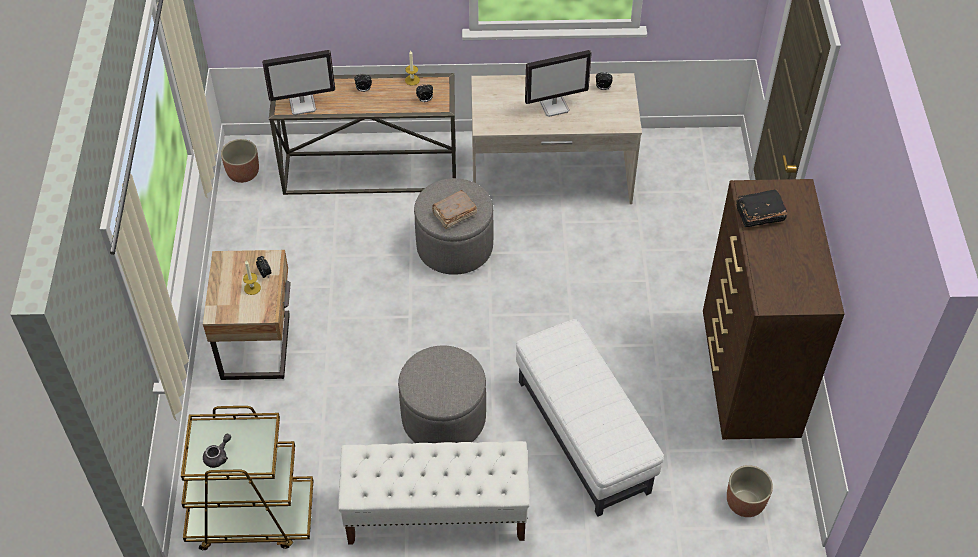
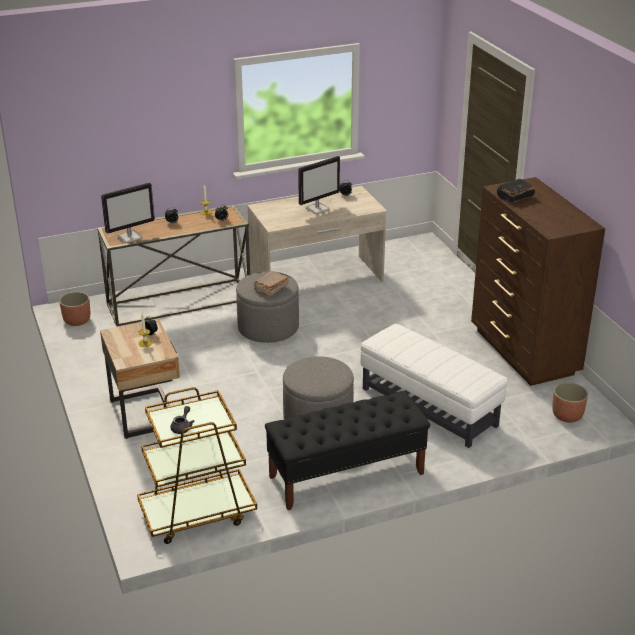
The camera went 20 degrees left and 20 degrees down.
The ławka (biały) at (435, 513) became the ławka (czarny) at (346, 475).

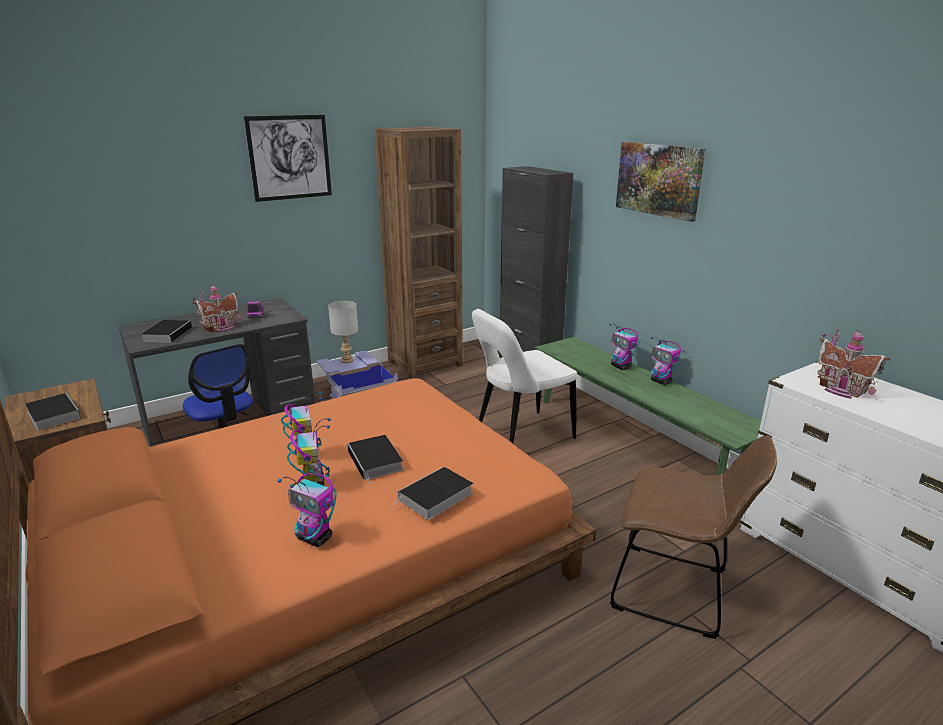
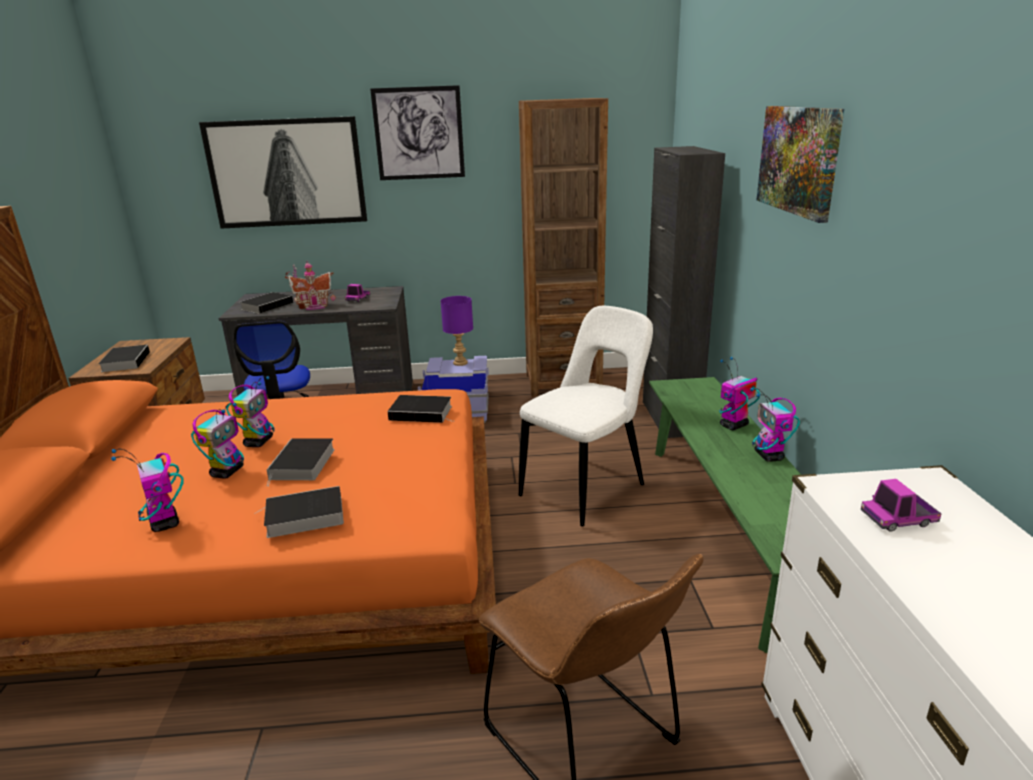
The camera went 30 degrees right and 0 degrees up.
The obraz at (287, 173) appeared.
The książka at (423, 413) appeared.
The domek at (841, 390) was replaced by the ciężarówka zabawkowa at (898, 519).
The lampa stołowa (szary) at (347, 360) became the lampa stołowa (fioletowy) at (461, 363).
The krzesło (biały) at (520, 436) turned 135 degrees clockwise.
The robot zabawkowy at (621, 367) turned 60 degrees clockwise.

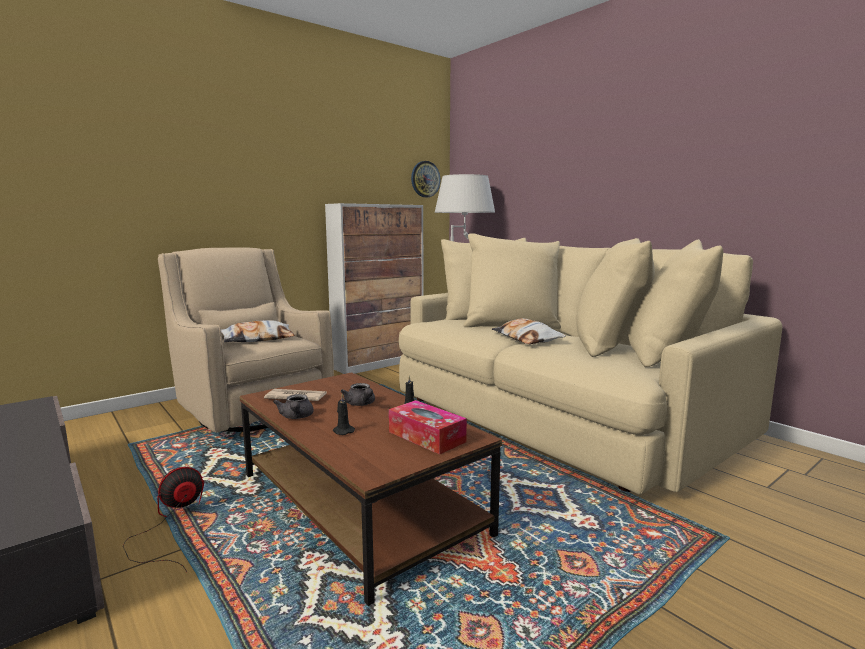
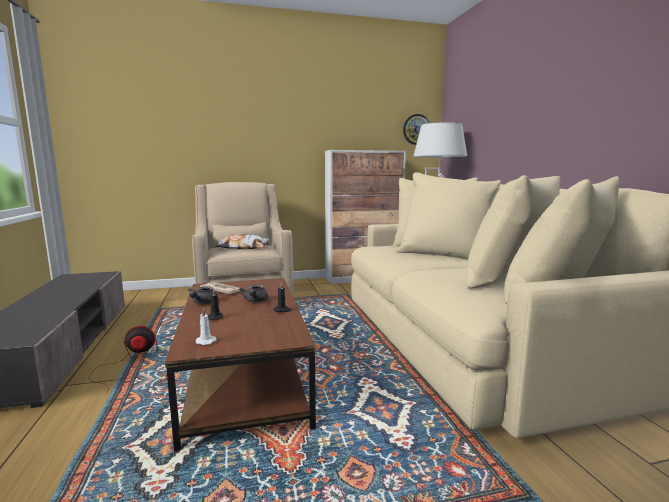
The camera went 25 degrees right and 0 degrees up.
The pudełko chusteczek at (426, 437) disappeared.
The poduszka at (527, 338) disappeared.
The świeca (biały) at (205, 341) appeared.

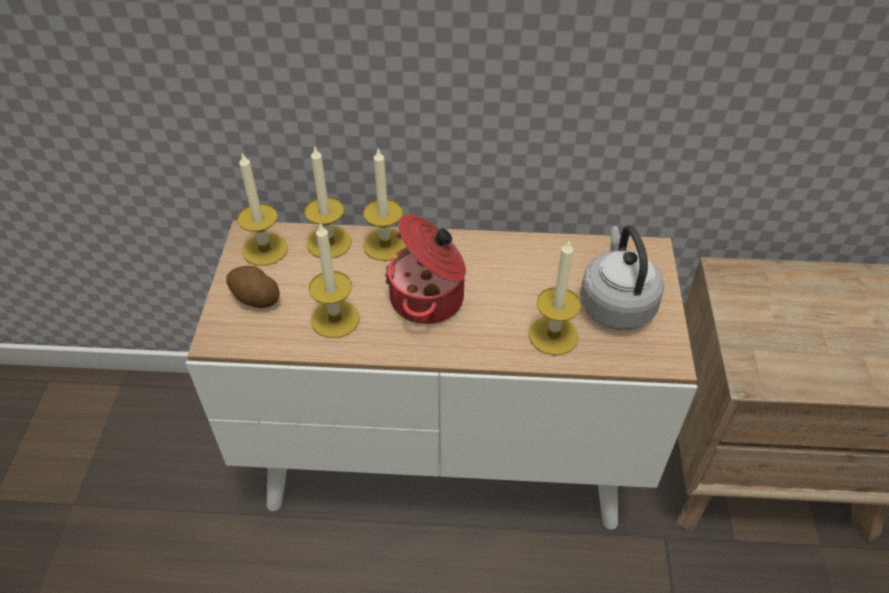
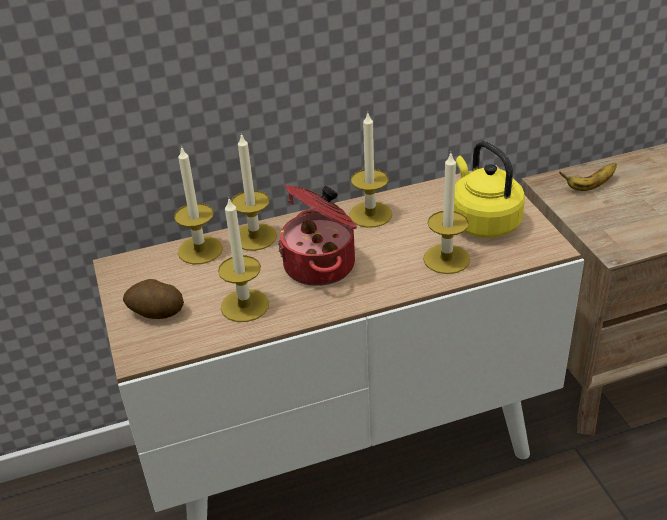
The camera went 20 degrees left and 10 degrees down.
The banan at (590, 186) appeared.
The świeca moved from (265, 249) to (370, 214).
The czajnik (szary) at (615, 303) became the czajnik (żółty) at (482, 221).

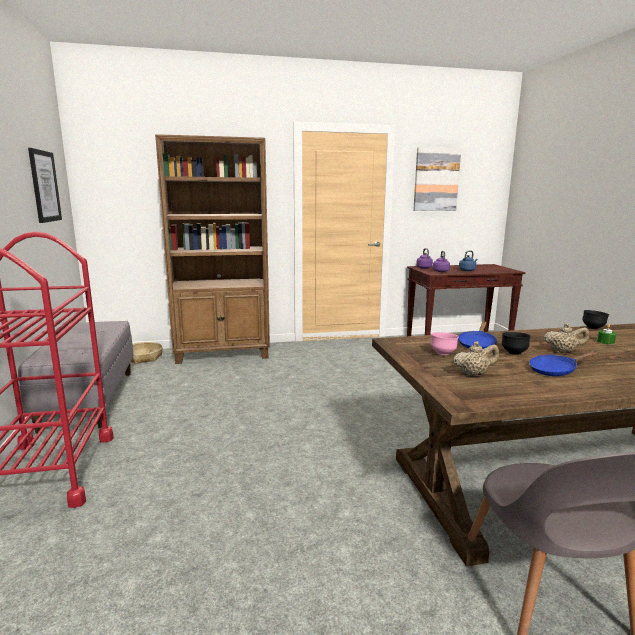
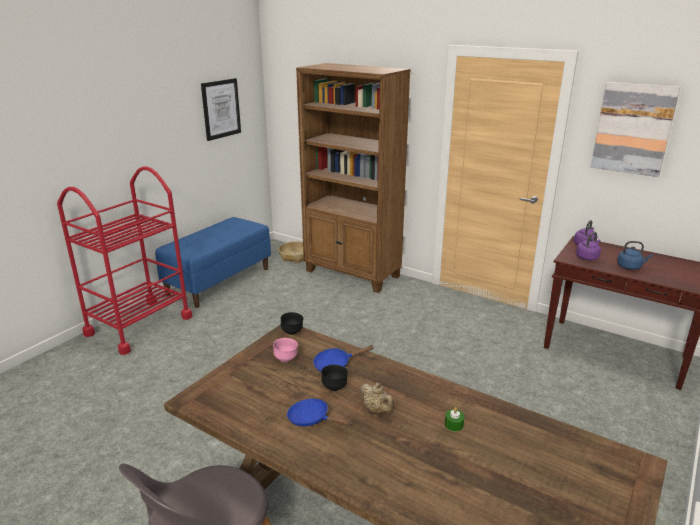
The camera went 45 degrees right and 10 degrees up.
The imbryk (beżowy) at (474, 374) disappeared.
The miska (czarny) moved from (593, 328) to (292, 332).
The ławka (szary) at (89, 399) became the ławka (niebieski) at (219, 281).

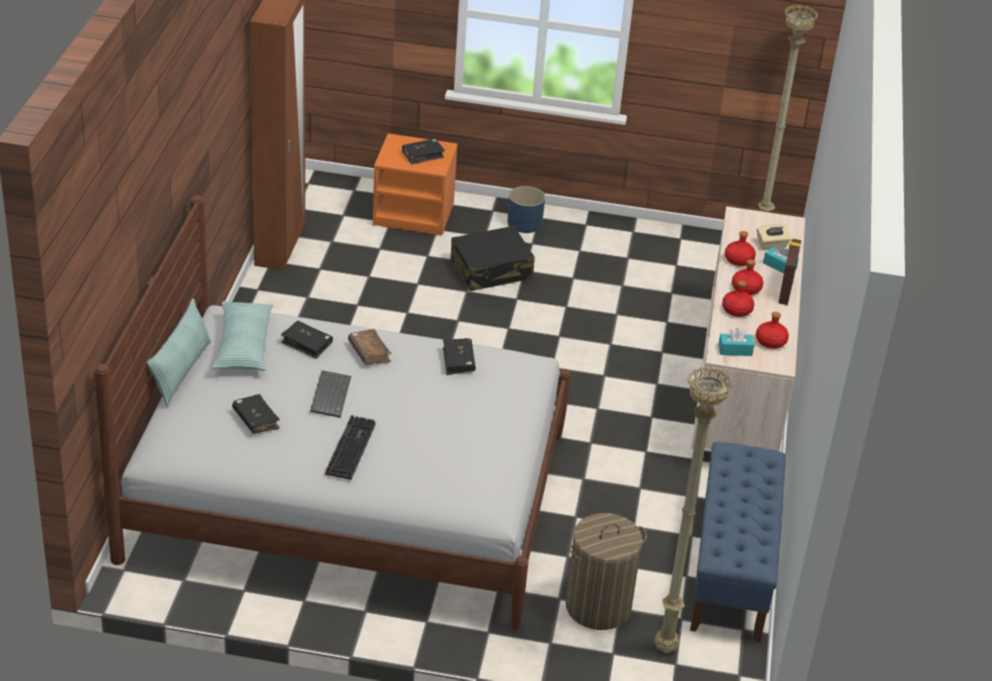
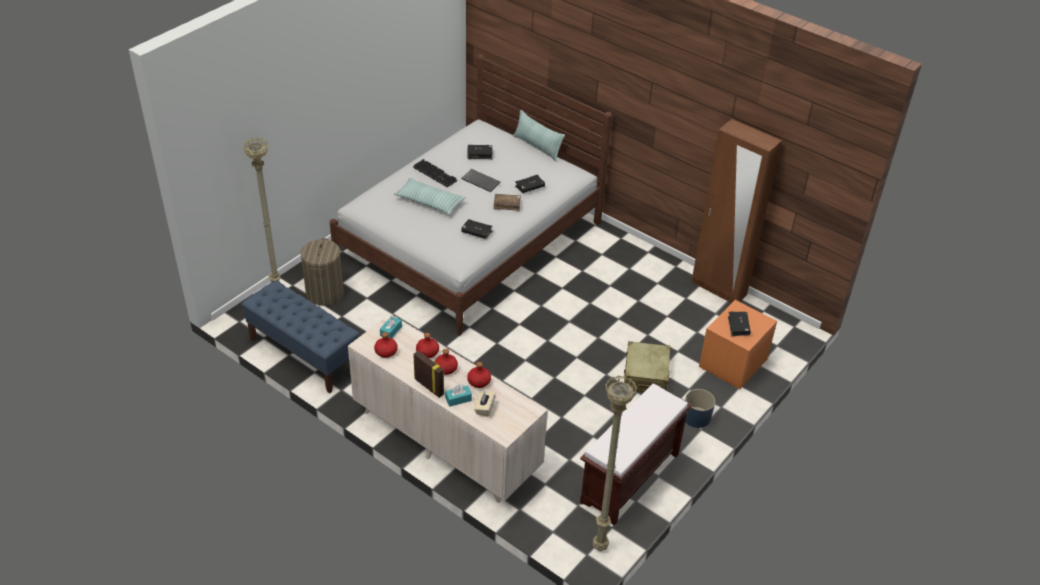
The camera went 120 degrees right and 5 degrees up.
The ławka (brązowy) at (630, 479) appeared.
The poduszka moved from (243, 345) to (429, 202).
The walizka (czarny) at (491, 270) became the walizka (beżowy) at (645, 375).

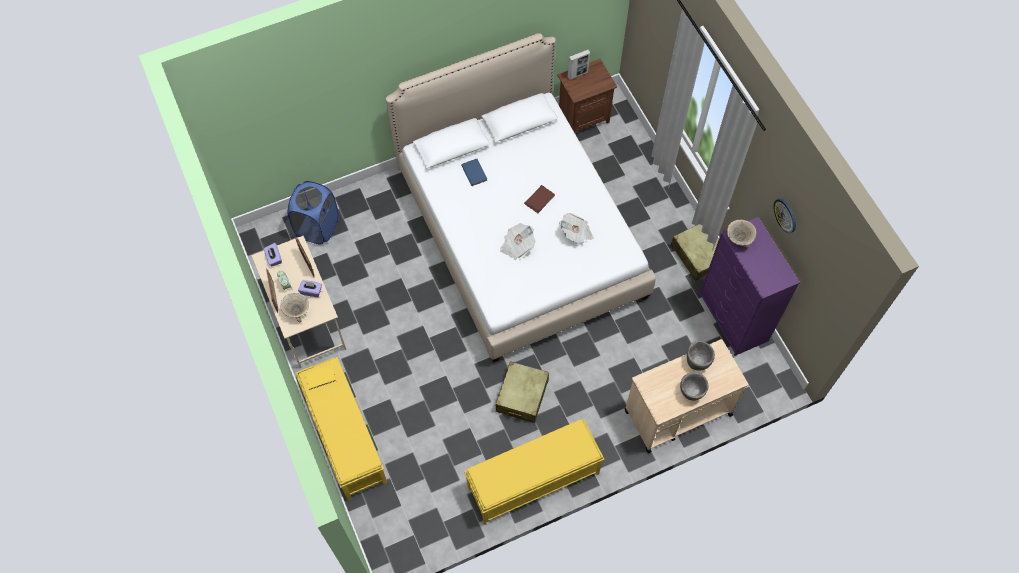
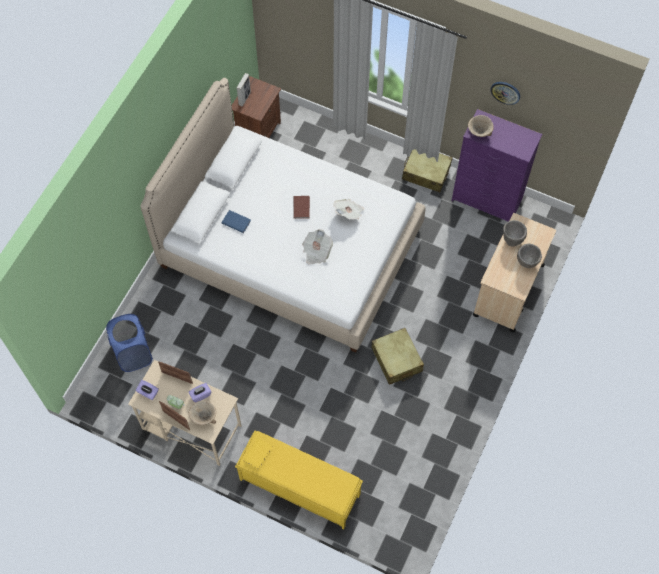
The camera went 40 degrees left and 0 degrees up.
The ławka (żółty) at (532, 480) disappeared.

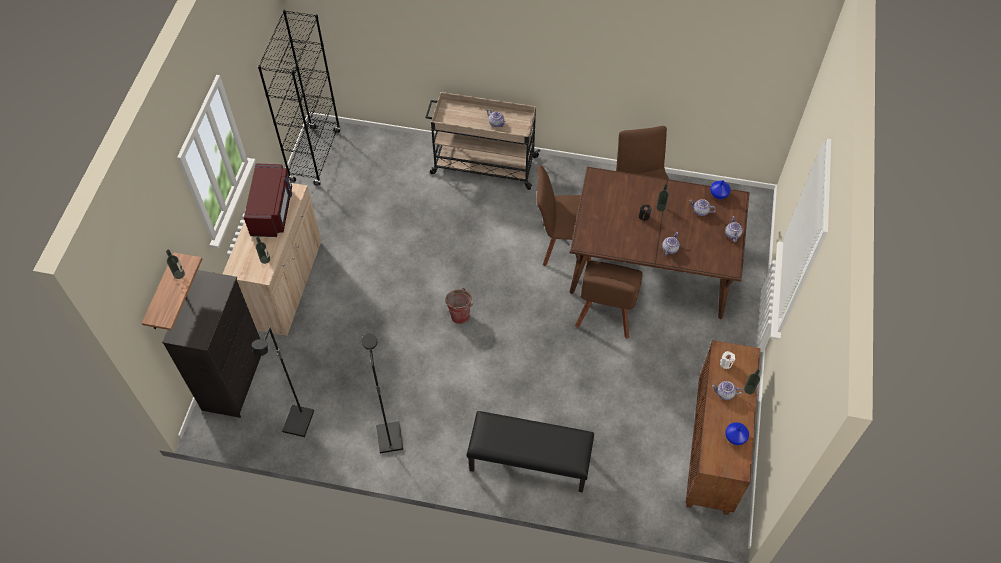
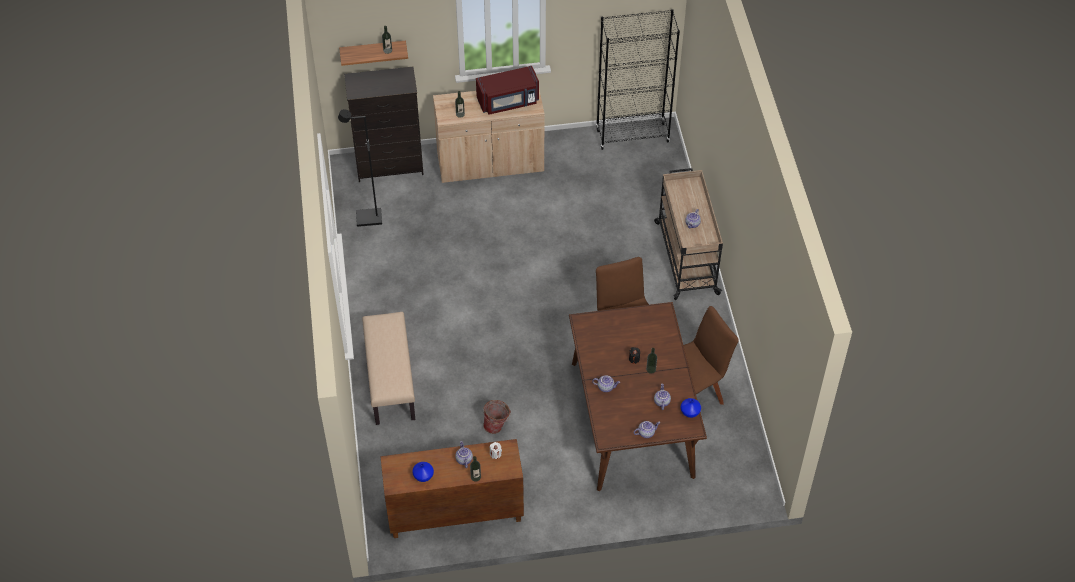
The camera went 70 degrees right and 5 degrees down.
The lampa stojąca (czarny) at (389, 438) disappeared.
The krzesło (brązowy) at (605, 315) disappeared.
The wiadro moved from (460, 313) to (497, 426).
The ławka (czarny) at (529, 462) became the ławka (beżowy) at (390, 380).

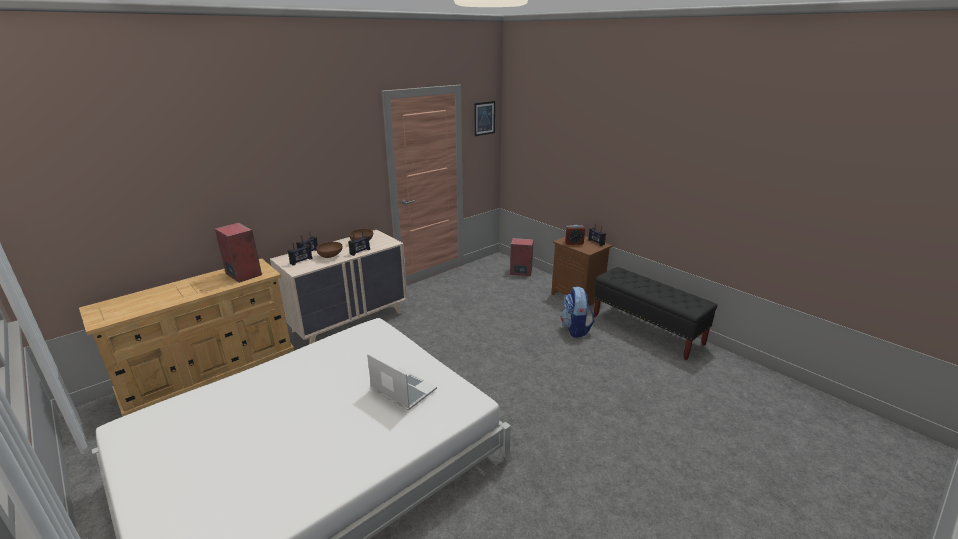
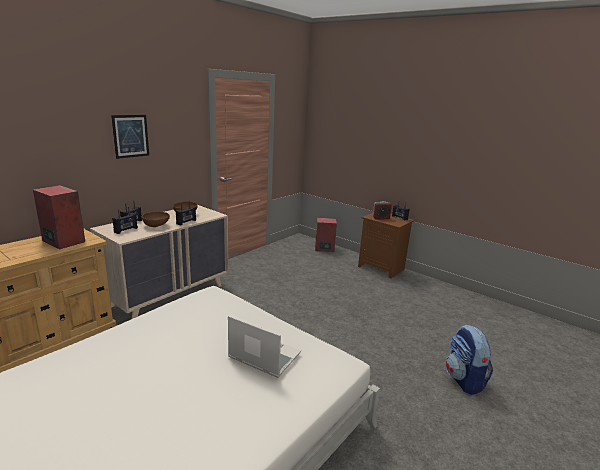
The camera went 10 degrees left and 5 degrees down.
The ławka (czarny) at (647, 330) disappeared.
The obraz moved from (484, 118) to (130, 136).
The plecak moved from (576, 329) to (464, 380).

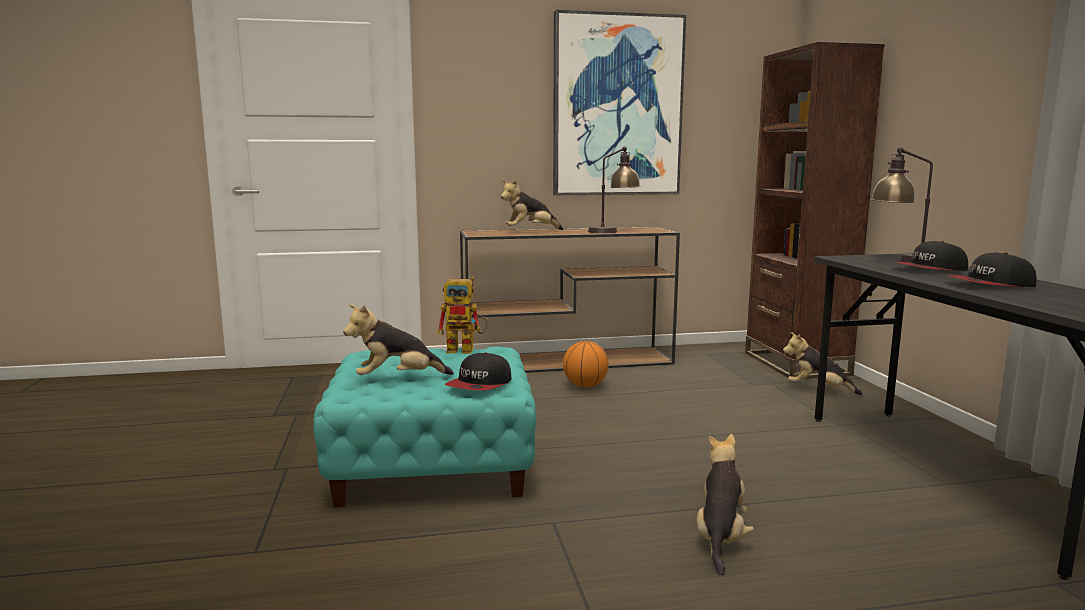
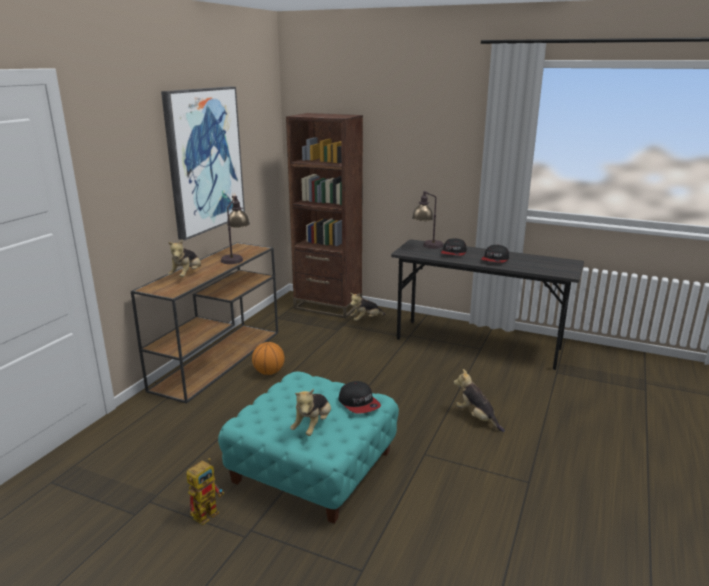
The camera went 55 degrees left and 10 degrees up.
The robot zabawkowy moved from (466, 350) to (208, 511).

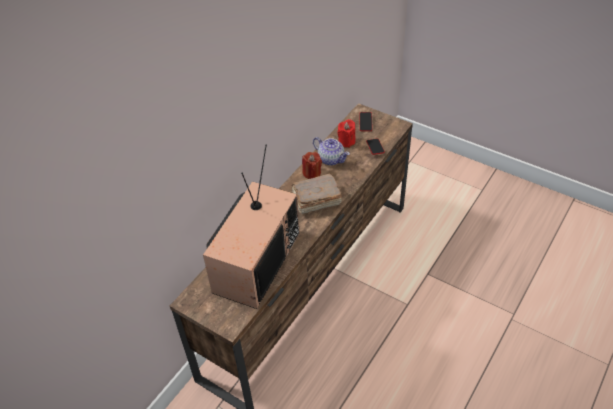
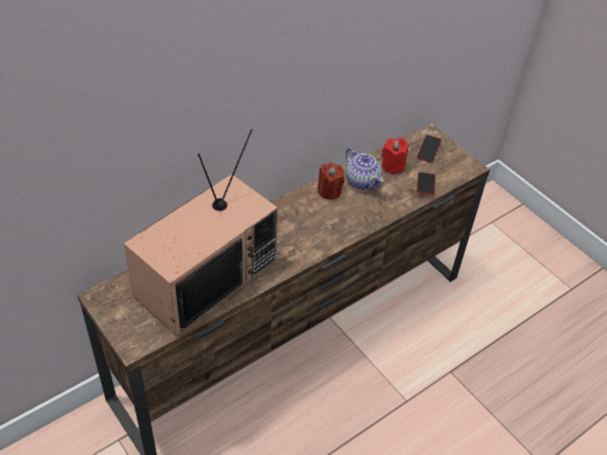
The camera went 15 degrees right and 0 degrees up.
The książka (brązowy) at (315, 200) disappeared.

